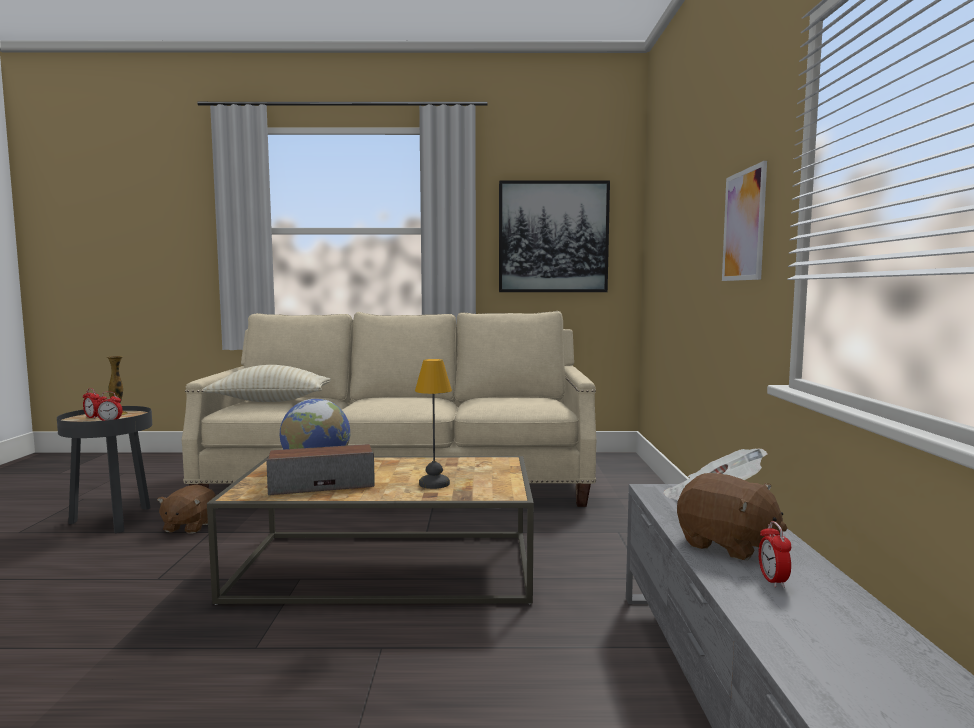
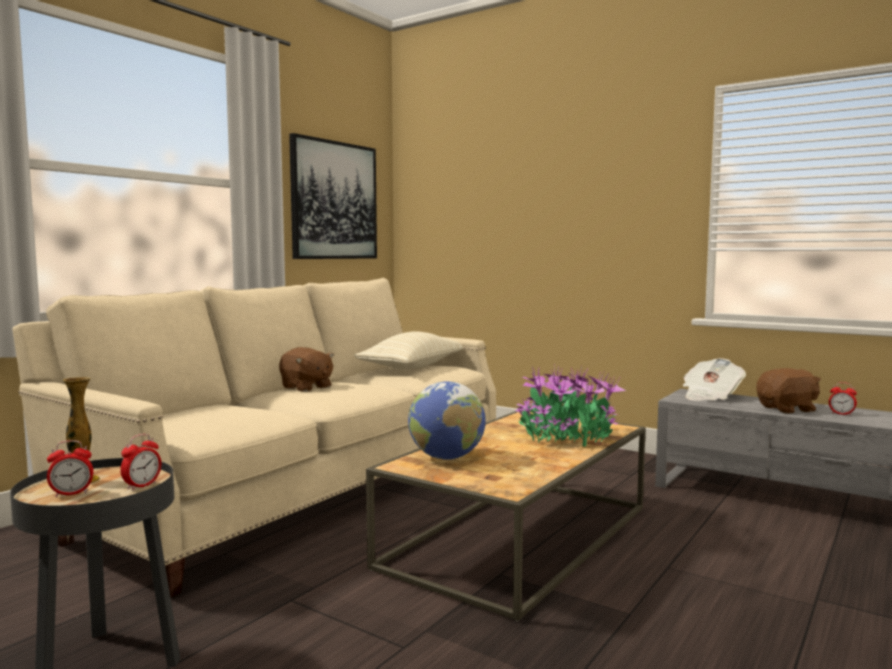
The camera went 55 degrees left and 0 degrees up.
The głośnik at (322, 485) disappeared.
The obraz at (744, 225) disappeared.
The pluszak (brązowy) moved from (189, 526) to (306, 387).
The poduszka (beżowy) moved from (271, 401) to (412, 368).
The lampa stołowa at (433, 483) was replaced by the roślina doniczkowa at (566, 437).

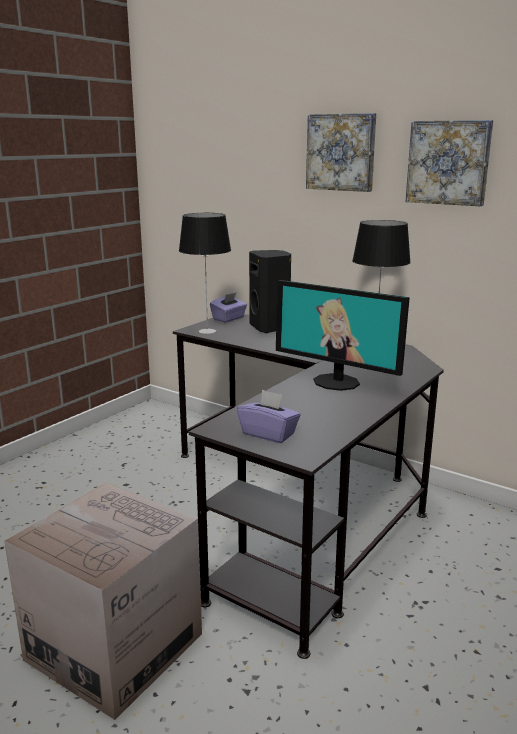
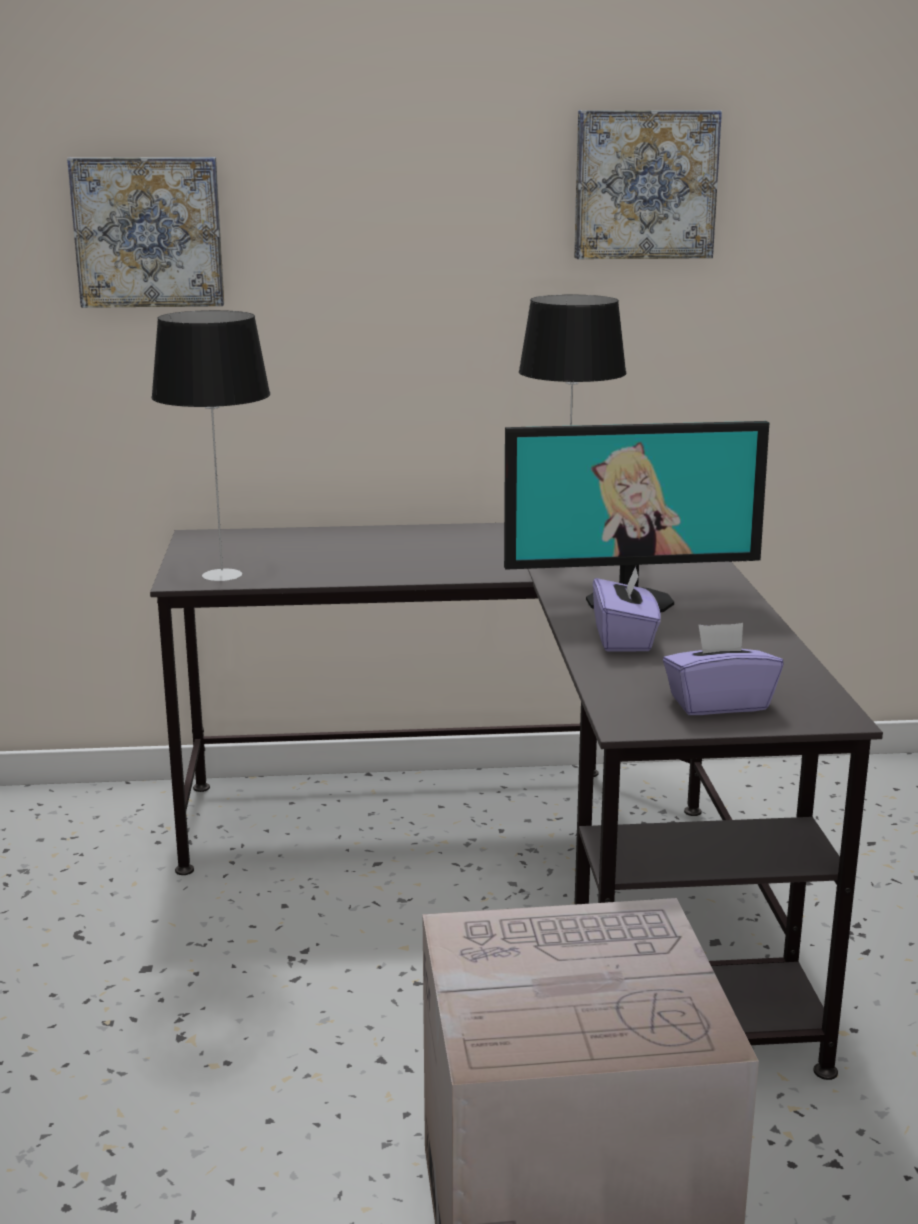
The camera went 40 degrees left and 0 degrees up.
The głośnik (czarny) at (270, 328) disappeared.
The pudełko chusteczek (fioletowy) moved from (229, 318) to (624, 639).
The obraz moved from (341, 152) to (149, 232).

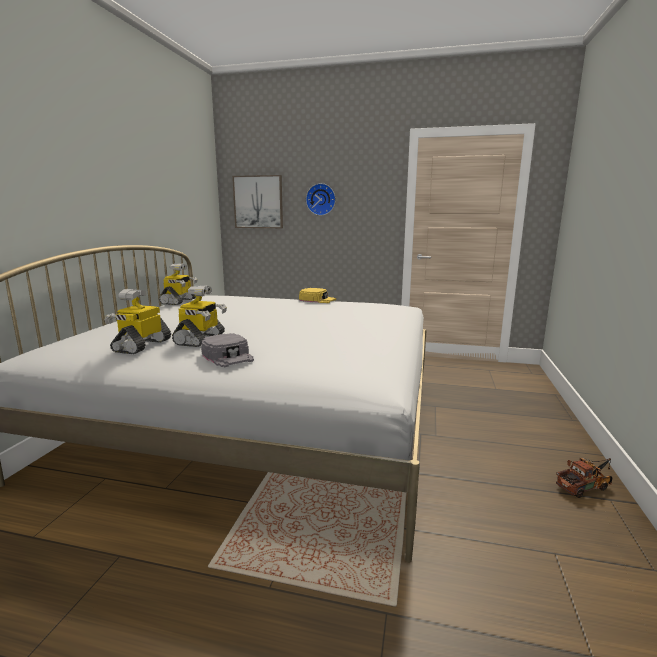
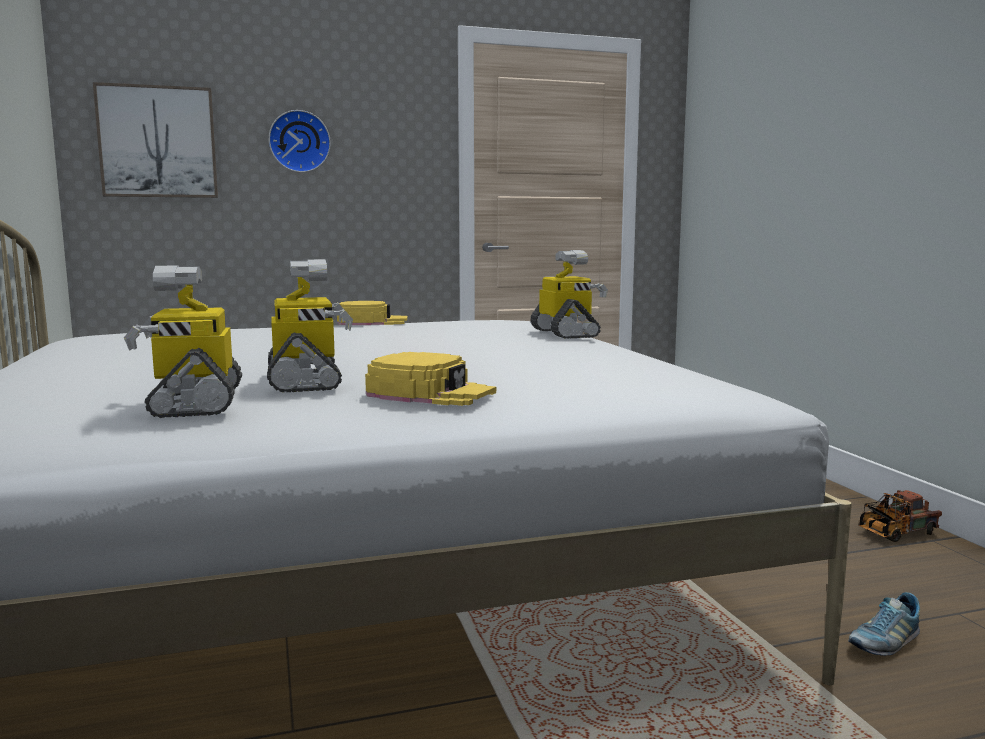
The camera went 30 degrees left and 5 degrees down.
The but at (884, 642) appeared.
The robot zabawkowy moved from (179, 301) to (566, 333).
The czapka z daszkiem (szary) at (228, 356) became the czapka z daszkiem (żółty) at (432, 393).
The ciężarówka zabawkowa at (585, 486) turned 150 degrees counterclockwise.

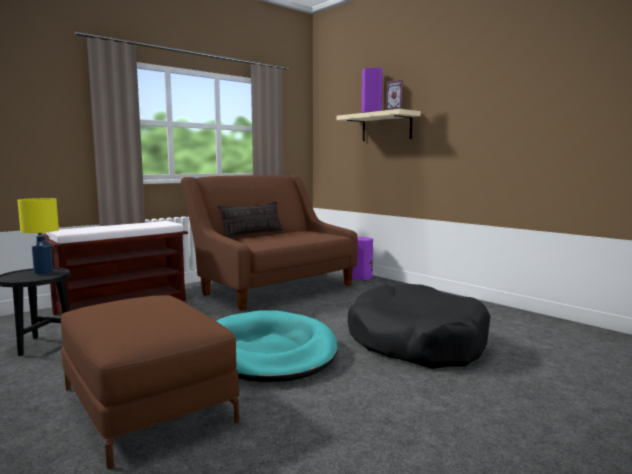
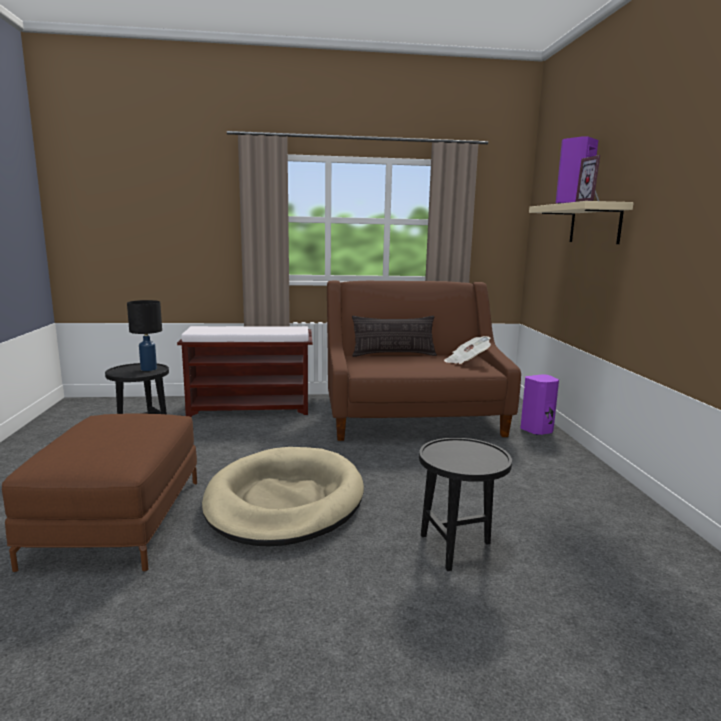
The camera went 35 degrees right and 5 degrees up.
The gazeta at (466, 362) appeared.
The legowisko (czarny) at (416, 342) was replaced by the stolik (czarny) at (458, 548).
The lampa stołowa (żółty) at (43, 272) became the lampa stołowa (czarny) at (149, 369).
The legowisko (turkusowy) at (268, 352) became the legowisko (beżowy) at (285, 501).

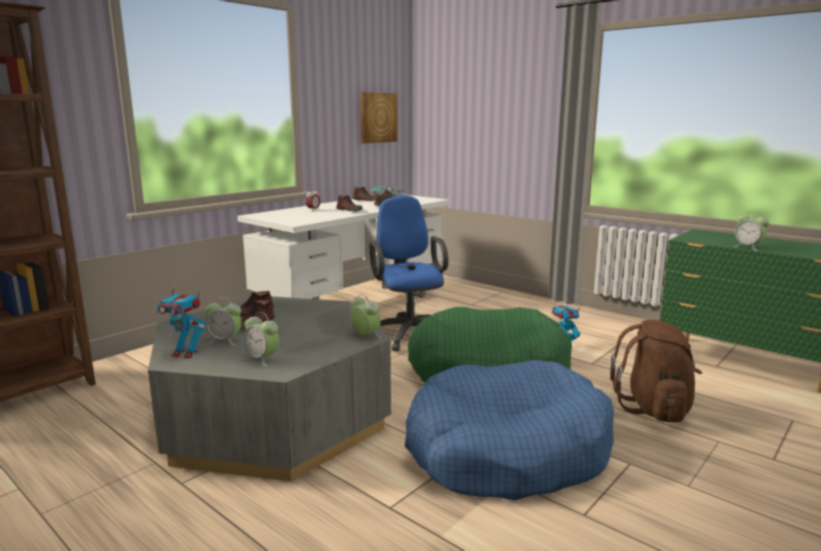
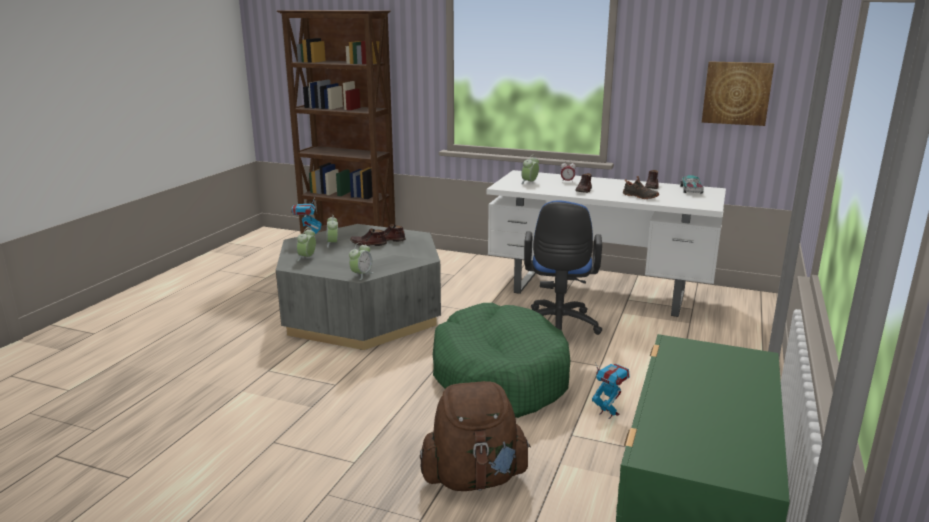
The camera went 70 degrees right and 5 degrees up.
The legowisko (niebieski) at (506, 450) disappeared.
The budzik moved from (748, 247) to (529, 182).
The krzesło biurowe (niebieski) at (409, 333) turned 135 degrees clockwise.

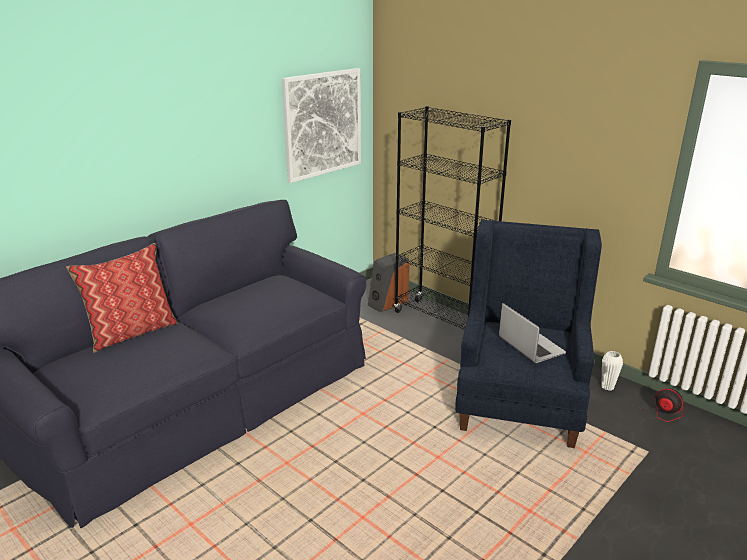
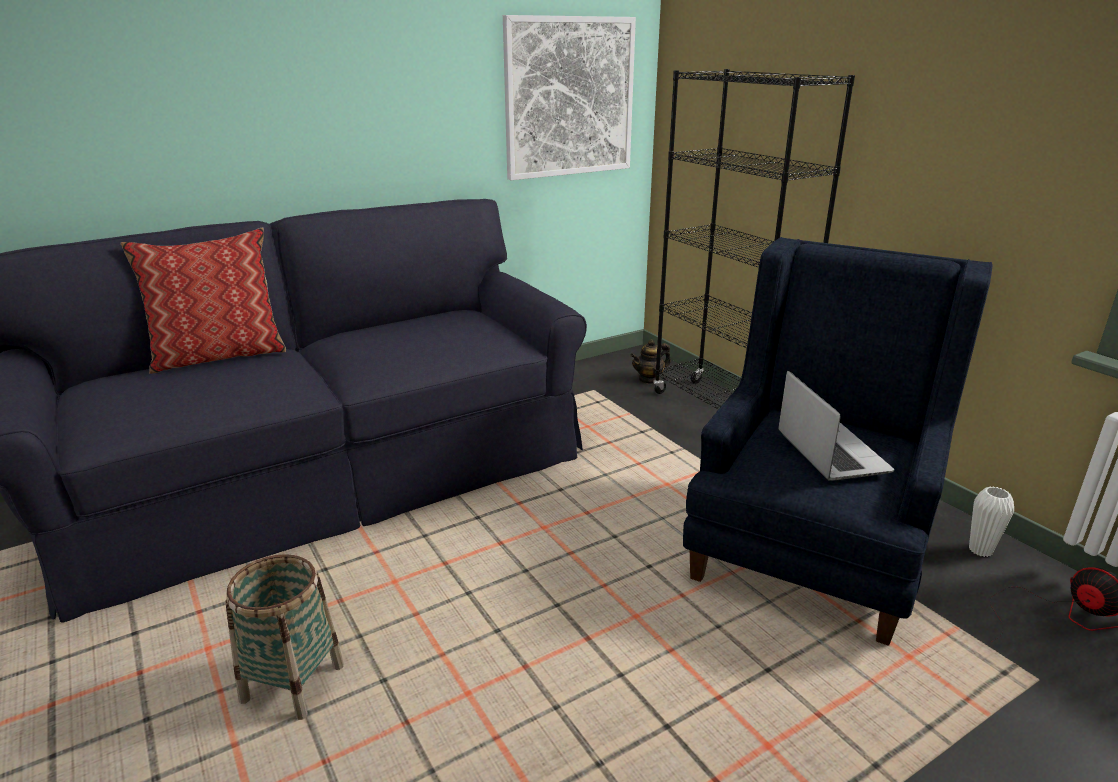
The camera went 15 degrees right and 0 degrees up.
The koszyk at (293, 683) appeared.
The głośnik at (388, 303) was replaced by the imbryk at (649, 379).

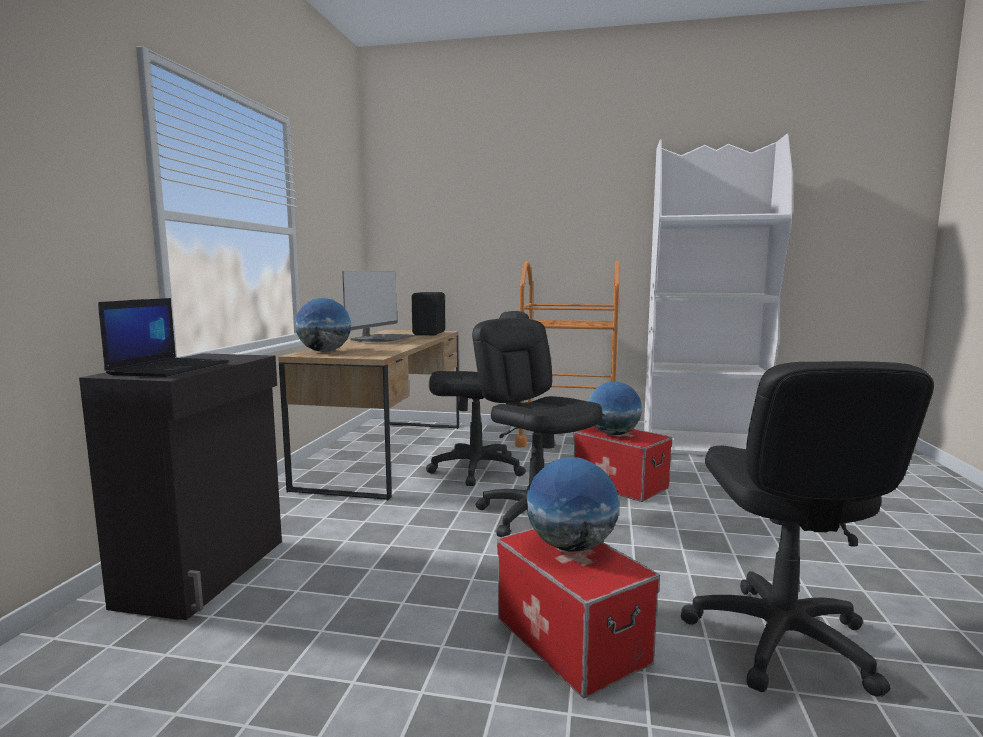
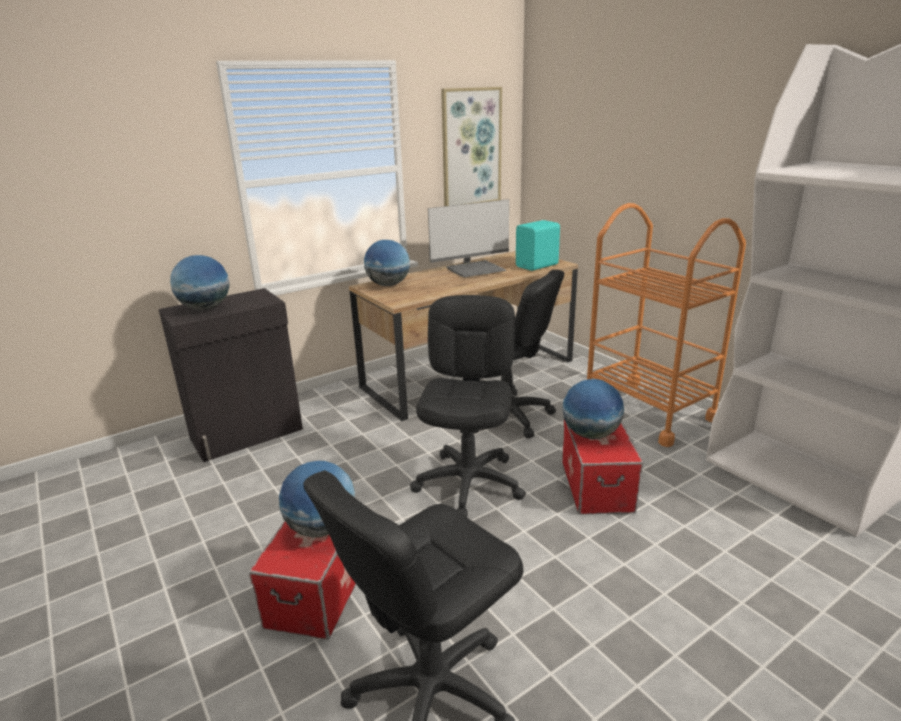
The camera went 45 degrees right and 15 degrees up.
The obraz at (471, 148) appeared.
The laptop at (170, 368) was replaced by the globus at (205, 308).
The głośnik (czarny) at (430, 333) became the głośnik (turkusowy) at (538, 266).

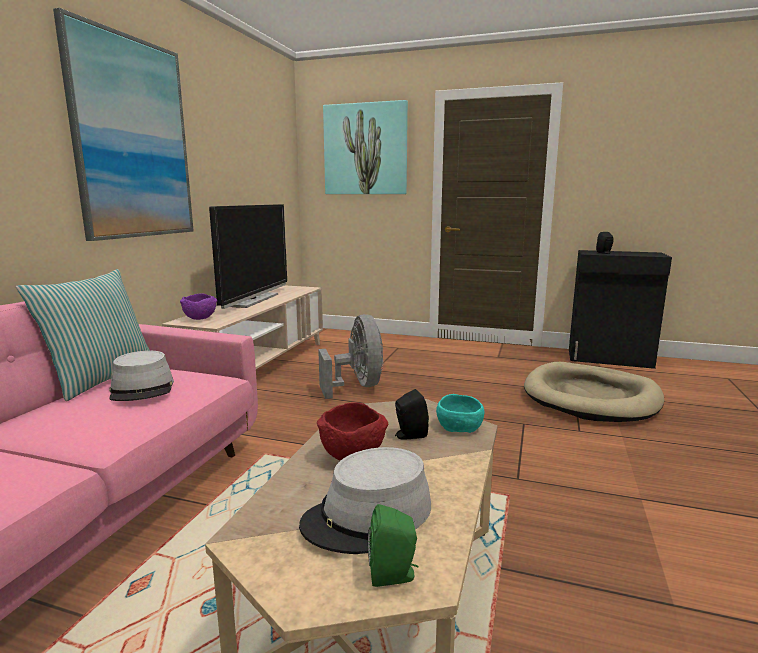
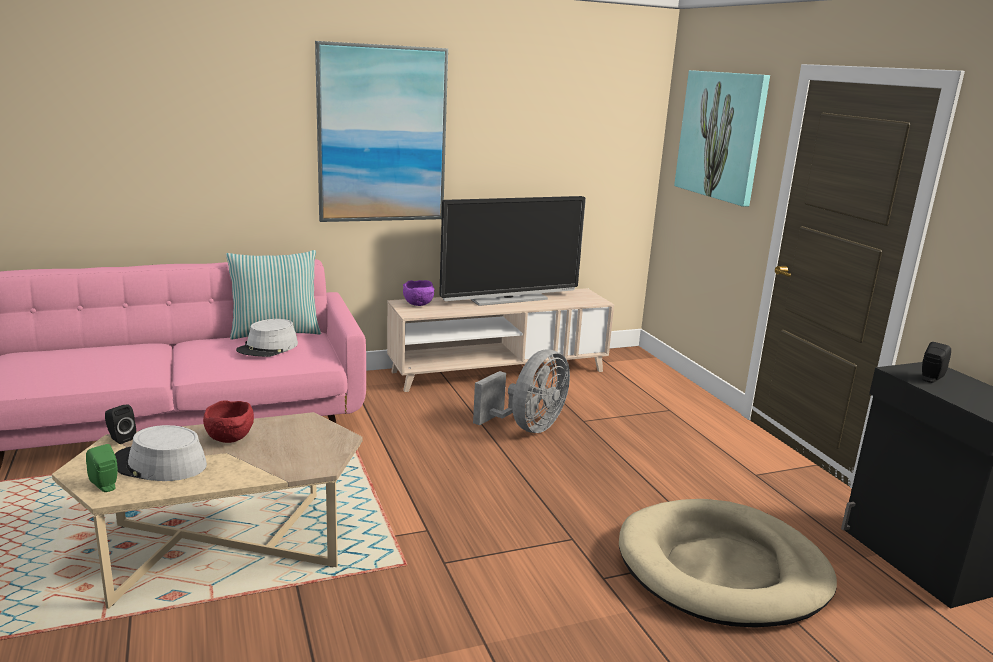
The camera went 50 degrees right and 5 degrees up.
The miska (turkusowy) at (460, 427) disappeared.
The głośnik (czarny) moved from (409, 435) to (120, 438).

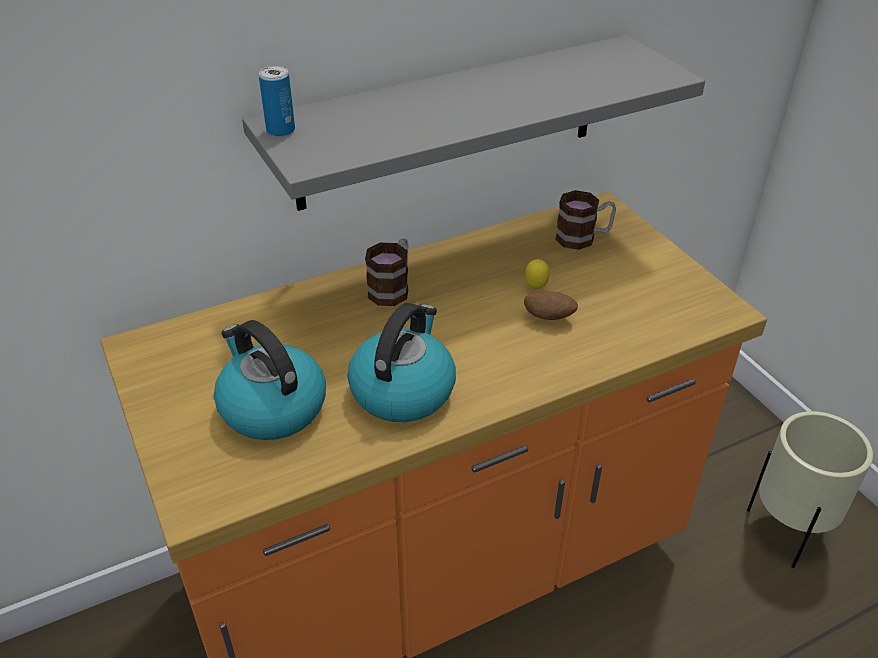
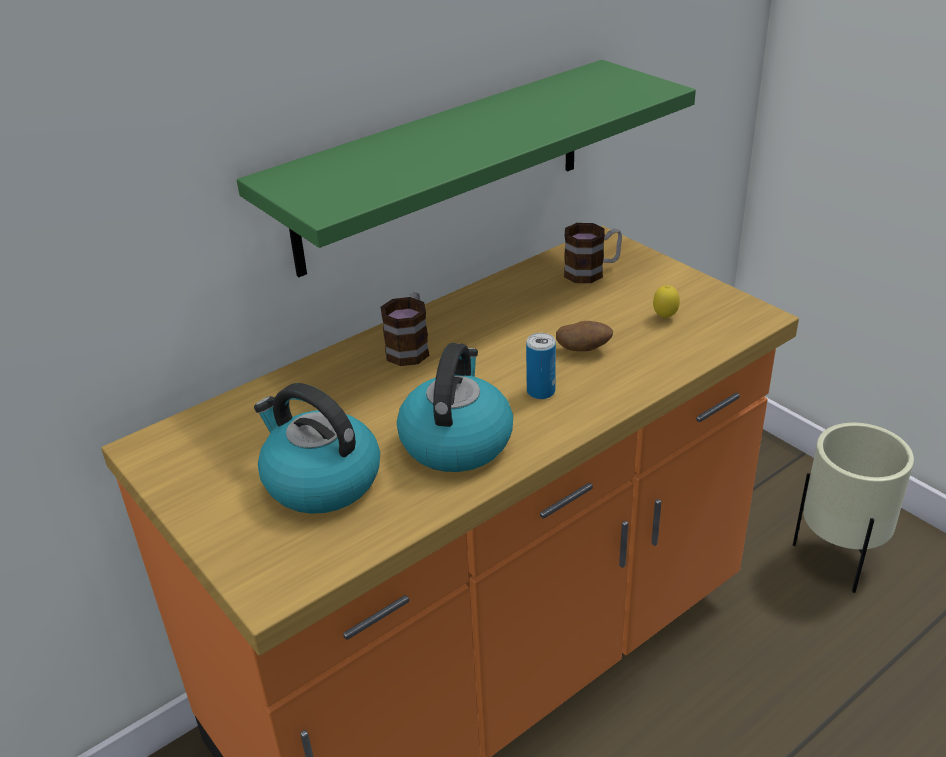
The camera went 10 degrees left and 5 degrees down.
The puszka moved from (280, 130) to (541, 391).
The cytryna moved from (535, 288) to (664, 317).
The półka (szary) at (450, 122) became the półka (zielony) at (442, 166).

